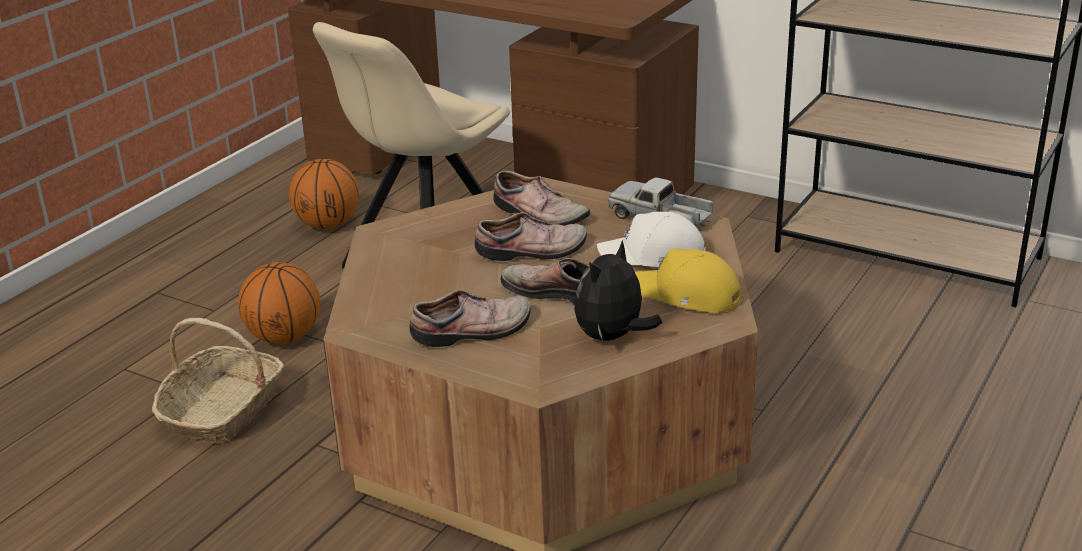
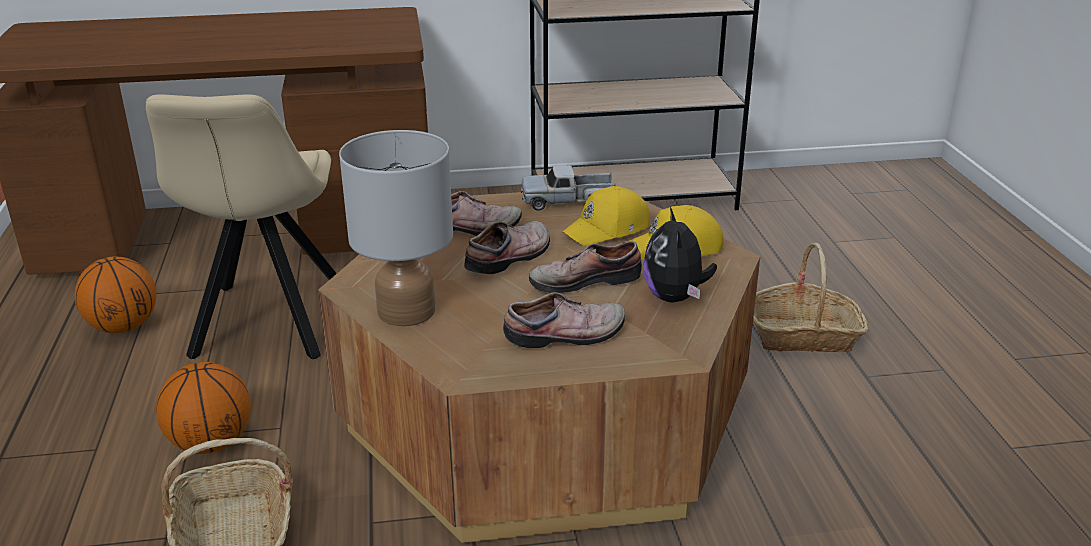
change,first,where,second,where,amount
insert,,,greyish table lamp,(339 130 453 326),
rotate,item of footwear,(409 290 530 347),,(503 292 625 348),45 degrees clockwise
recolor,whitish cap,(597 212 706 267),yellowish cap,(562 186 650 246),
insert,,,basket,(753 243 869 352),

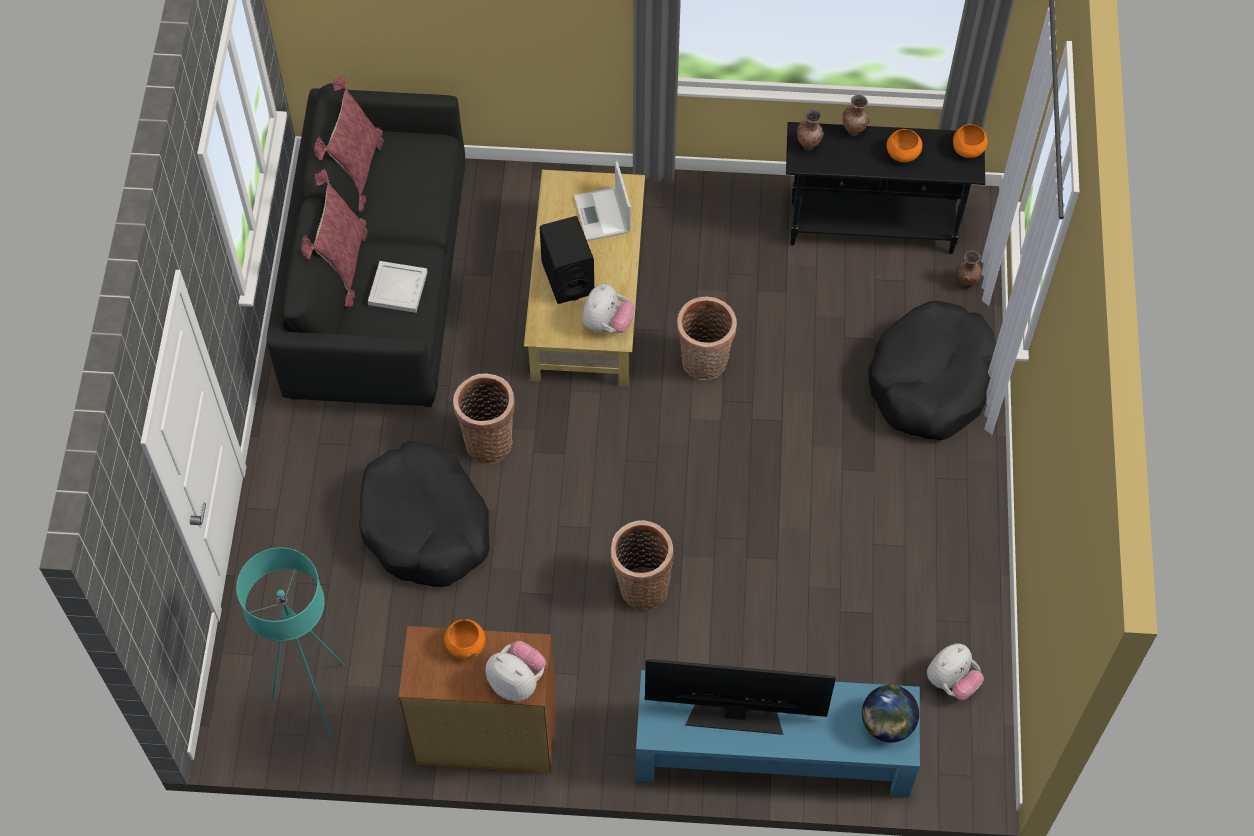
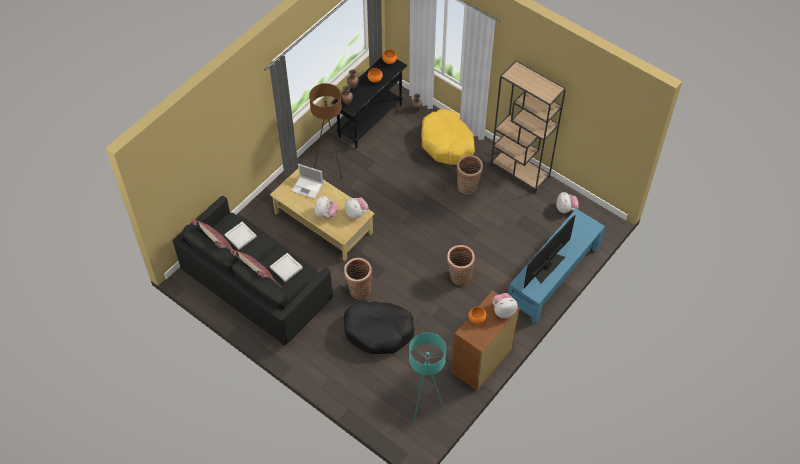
change,first,where,second,where,amount
insert,,,whitish serving tray,(224 222 257 250),
insert,,,brown-coloured floor lamp,(309 83 342 179),
replace,black loudspeaker,(540 216 594 304),soft toy,(314 196 338 218),
recolor,black dog cushion,(868 301 996 440),yellowish dog cushion,(421 109 475 165),
move,basket,(677 296 737 380),,(457 155 483 194),
insert,,,shelving unit,(490 60 566 193),
delete,globe,(862 685 919 742),,,

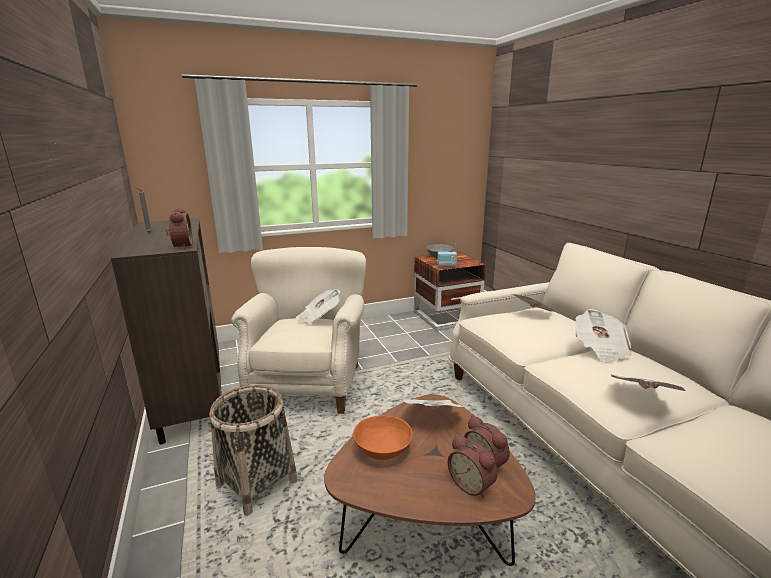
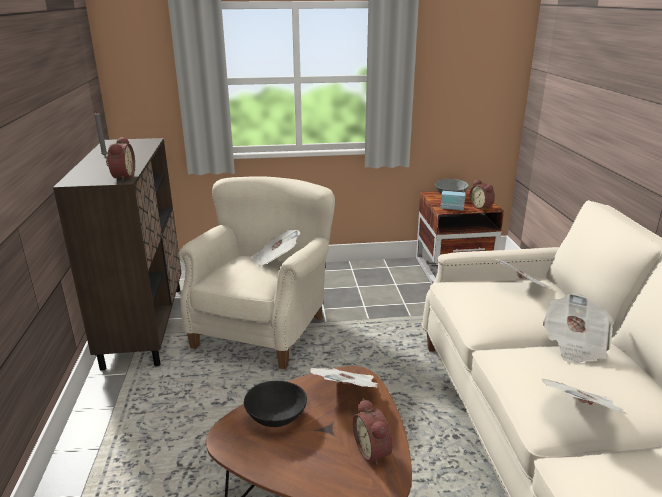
change,first,where,second,where,amount
recolor,orange-coloured bowl,(353 415 413 460),black bowl,(244 381 307 427),
move,alarm clock,(448 435 498 498),,(469 179 495 211),
delete,basket,(209 385 298 516),,,

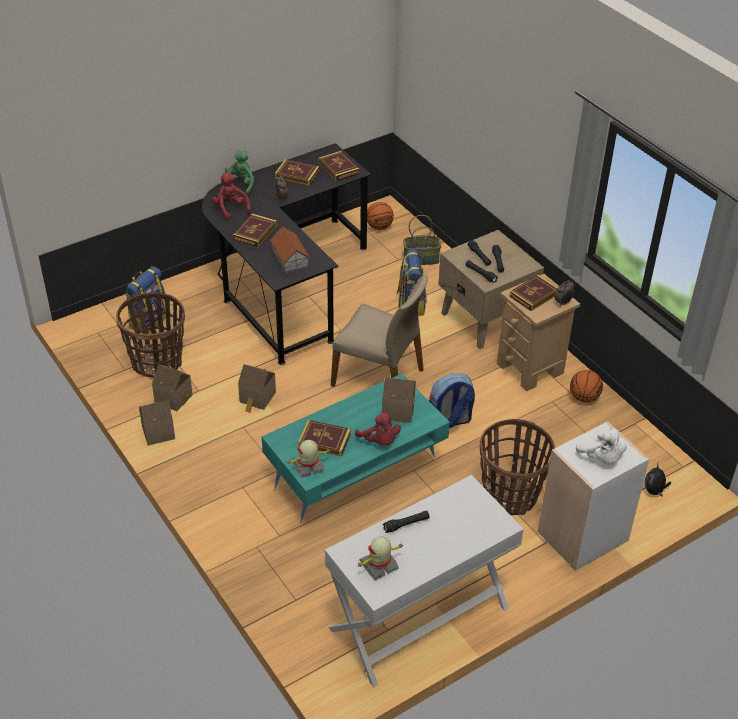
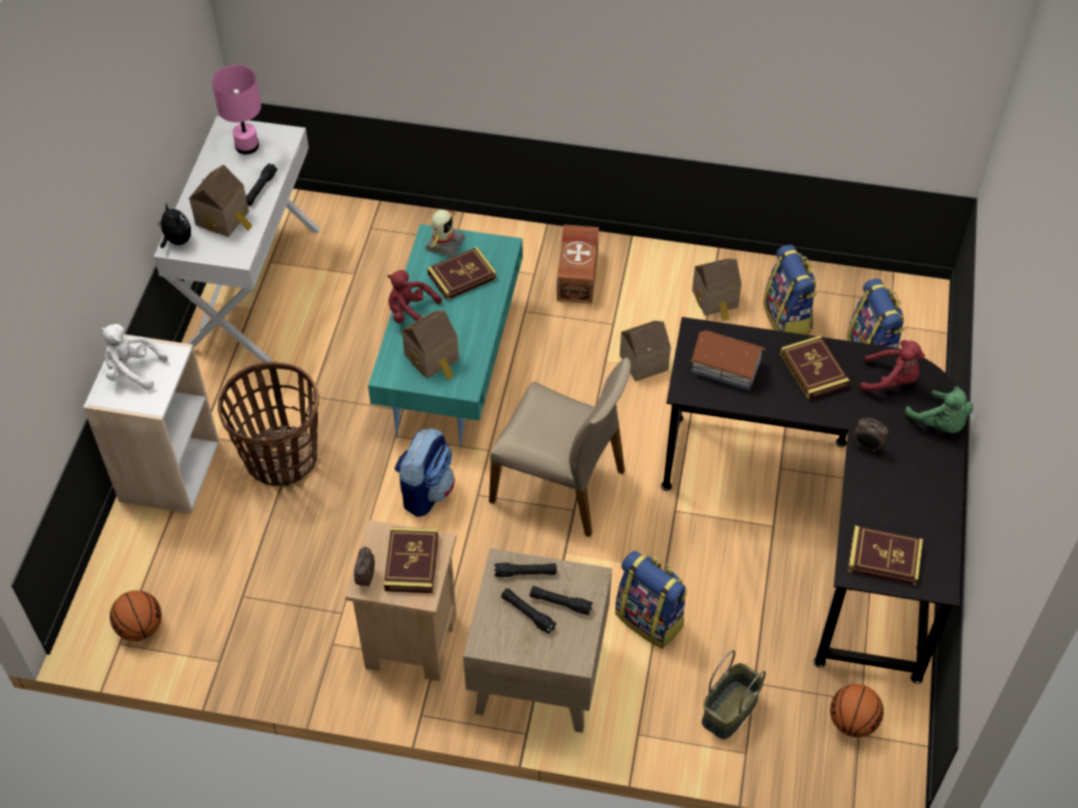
change,first,where,second,where,amount
move,basketball,(570 370 603 403),,(110 590 162 641),
move,soft toy,(644 463 672 497),,(158 203 191 248),
move,model house,(139 400 175 445),,(189 164 253 237),
replace,model robot,(356 536 405 580),pinkish table lamp,(212 65 261 154),
rotate,beige upright chair,(331 274 428 387),,(489 357 631 537),135 degrees counterclockwise
insert,,,brown-coloured storage bin,(557 225 599 304),
replace,basket,(116 292 185 378),backpack,(763 245 817 335),
delete,volume,(275 159 320 186),,,

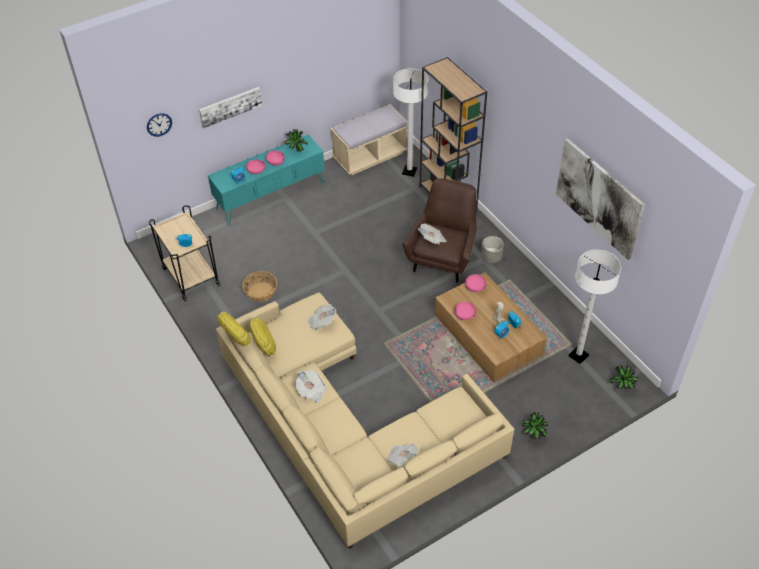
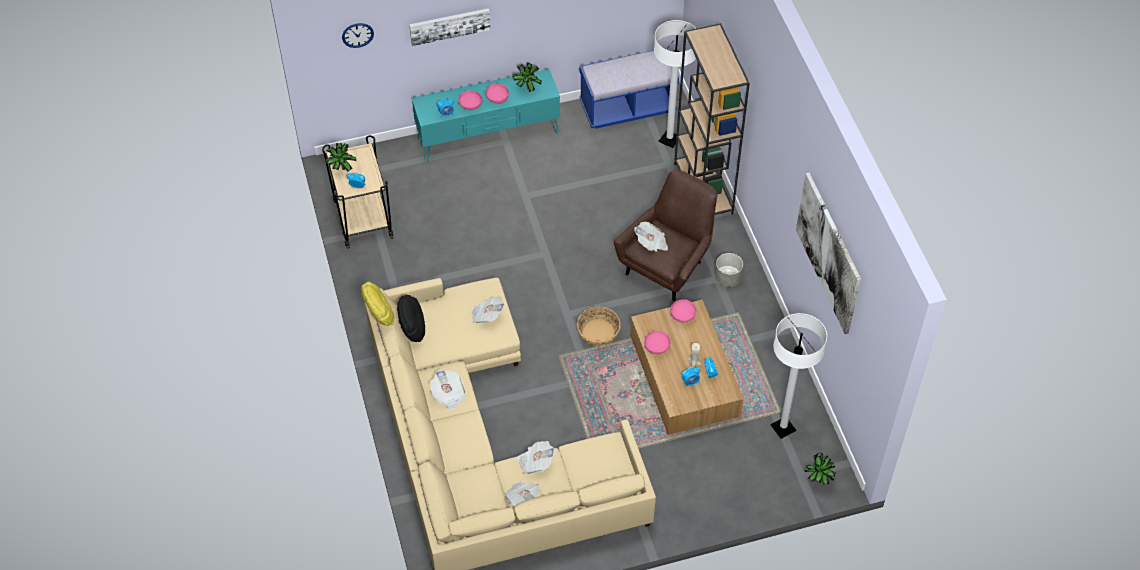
change,first,where,second,where,amount
move,plant in a pot,(522 412 548 439),,(325 143 356 172),
recolor,yellowish pillow,(249 317 276 356),black pillow,(397 295 425 342),
insert,,,daily paper,(517 441 555 474),
move,basket,(242 271 277 302),,(577 306 621 346),
recolor,beige indoor bench,(330 104 407 175),blue indoor bench,(579 48 679 129),

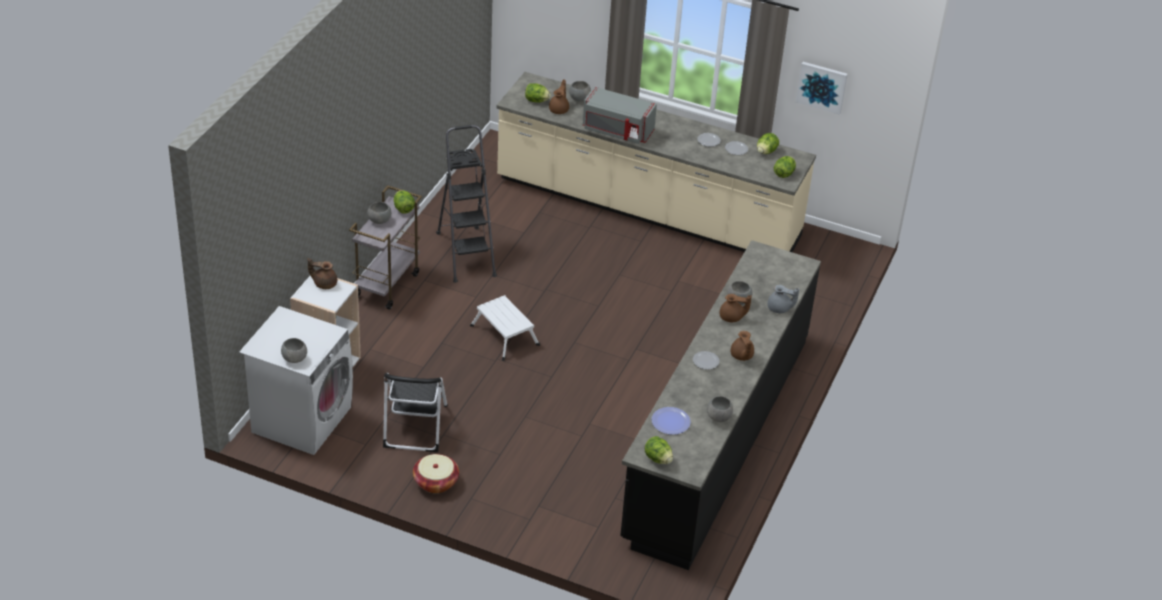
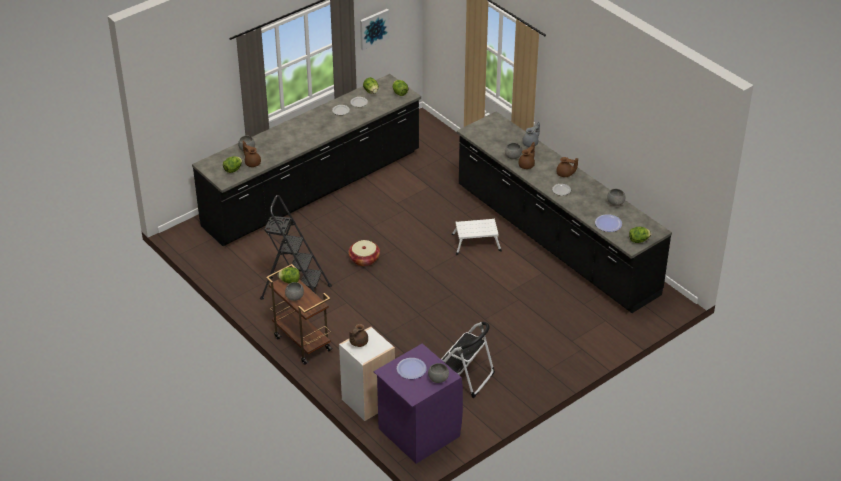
change,first,where,second,where,amount
recolor,beige counter,(497 72 816 252),black counter,(192 74 421 246),
recolor,greyish cart,(349 185 422 310),brown-coloured cart,(266 264 333 365),
move,basket,(413 454 459 493),,(348 240 380 266),
recolor,whitish laundry machine,(239 306 353 455),purple laundry machine,(373 343 463 464),
insert,,,dinner plate,(397 358 427 379),
move,whitish step stool,(470 295 540 361),,(451 218 502 255),
delete,greyish microwave oven,(583 87 657 144),,,

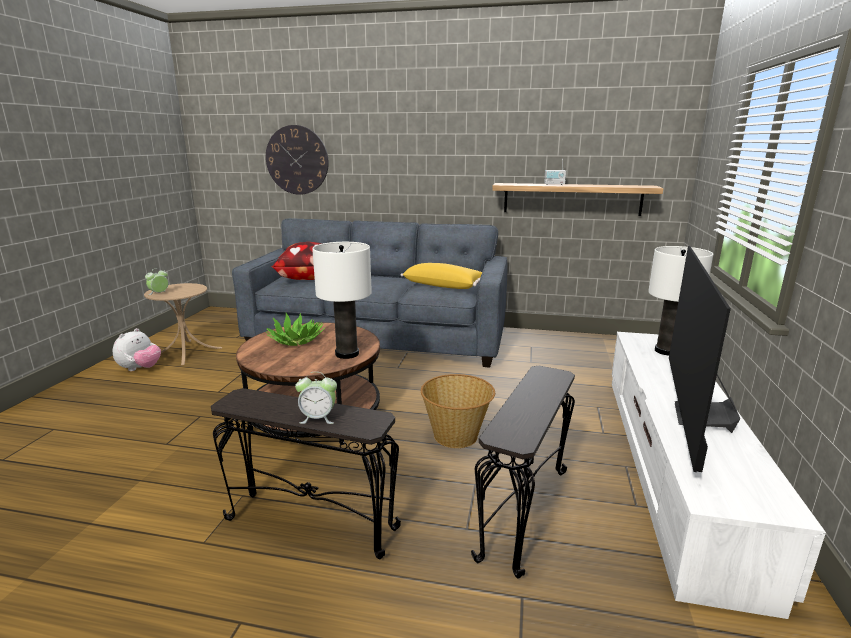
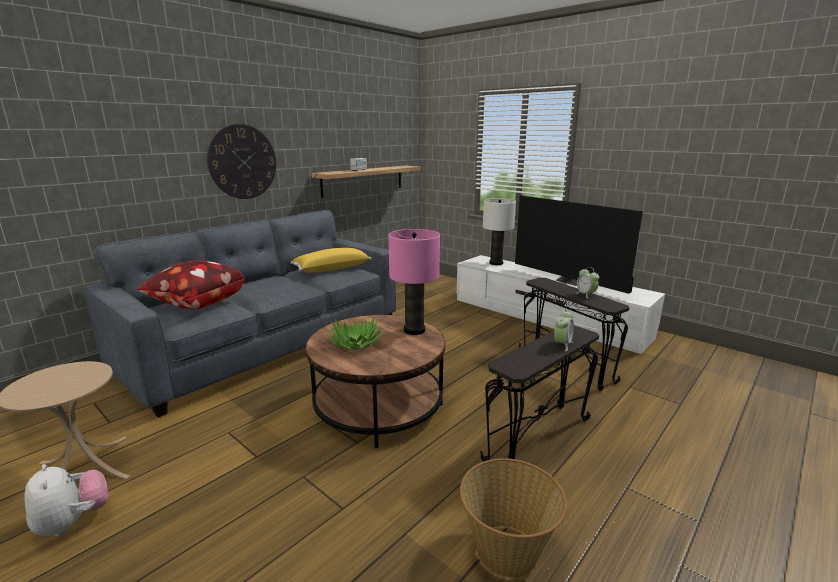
change,first,where,second,where,amount
move,wall clock,(266 125 329 195),,(207 124 276 199),
recolor,whitish table lamp,(312 242 372 359),pinkish table lamp,(388 229 440 335),
move,basket,(421 374 495 448),,(460 458 567 578),
move,alarm clock,(145 268 168 295),,(576 267 599 299),

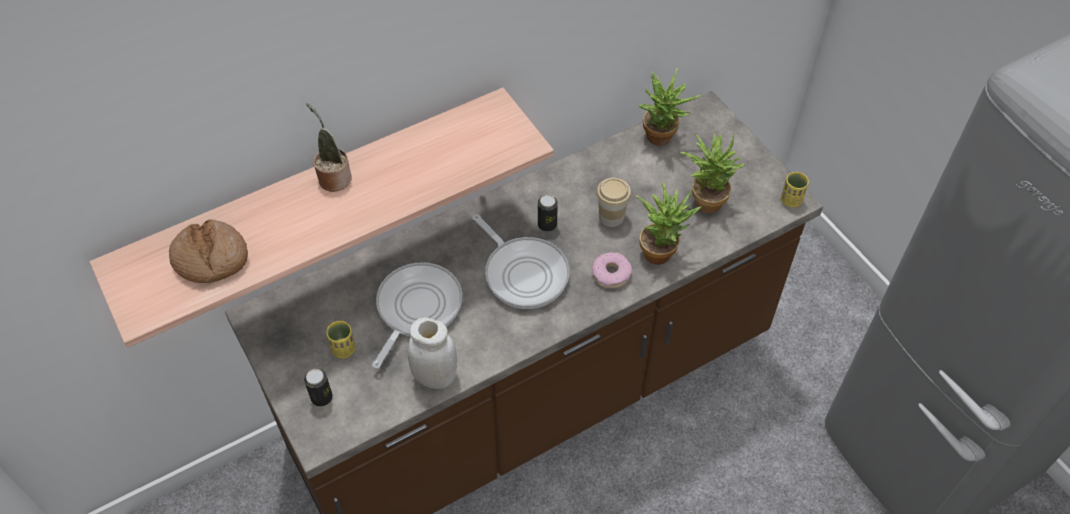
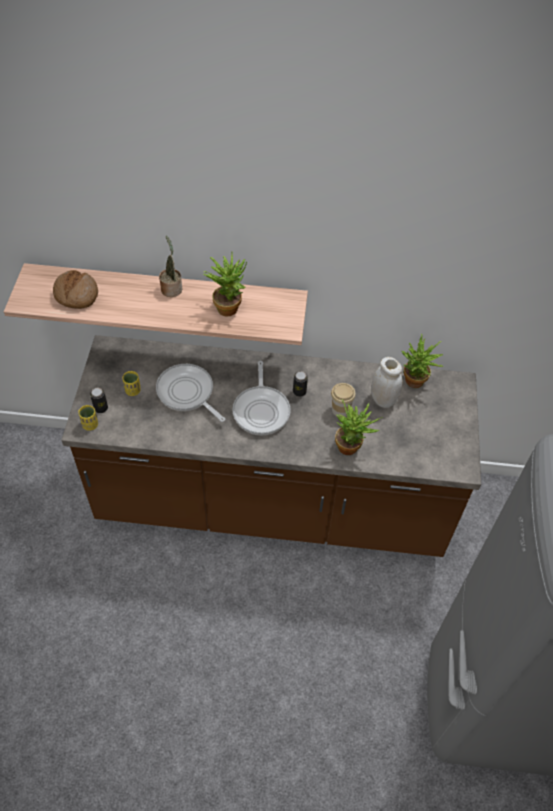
change,first,where,second,where,amount
move,yellowish drinking cup,(781 172 809 207),,(79 405 98 431),
rotate,skillet,(372 262 462 369),,(156 364 225 422),105 degrees counterclockwise
move,plant in a pot,(680 133 745 214),,(203 253 247 317),
move,whitish storage jar,(408 317 457 389),,(371 357 403 408),
delete,donut,(592 252 632 289),,,

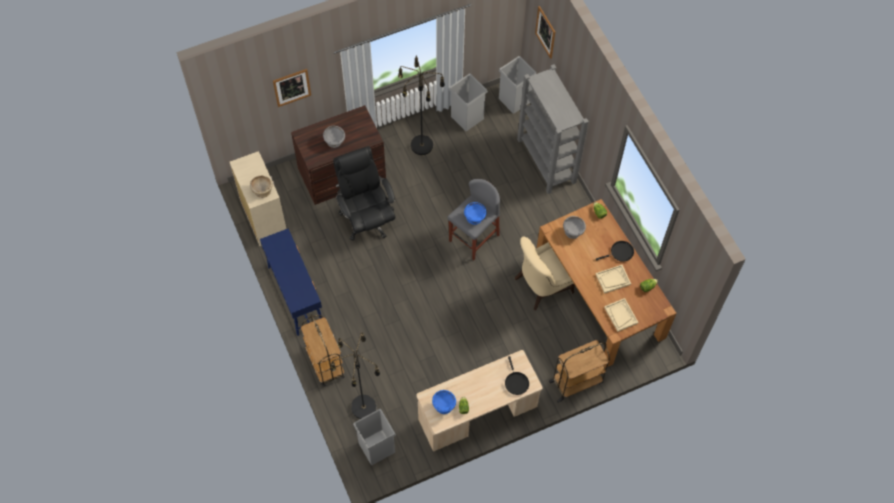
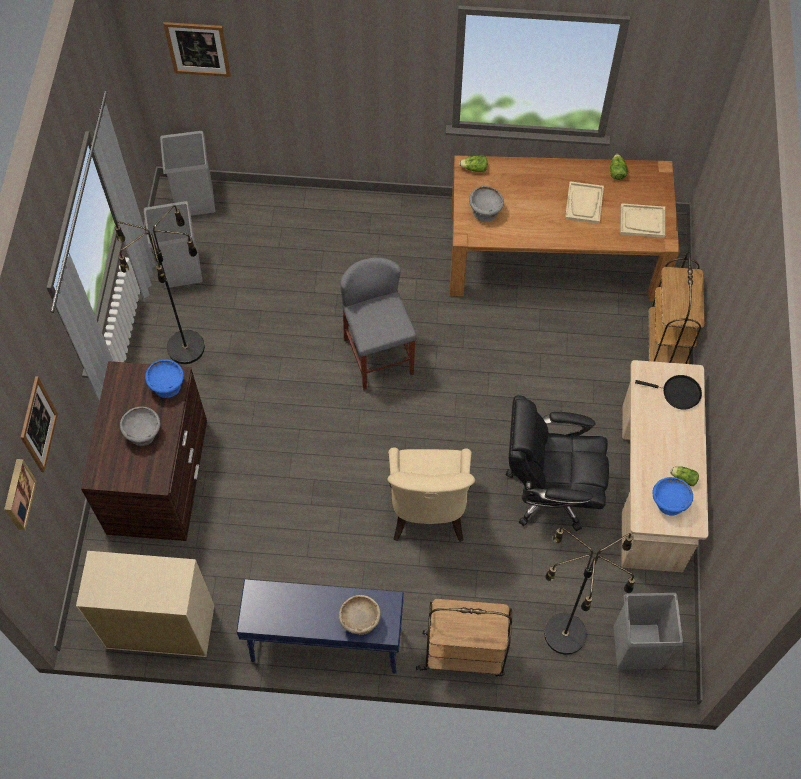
change,first,where,second,where,amount
insert,,,wall art,(4 459 37 530),
move,blue bowl,(464 202 487 225),,(145 359 184 398),
move,beige bowl,(250 176 273 198),,(339 595 381 635),
move,beige upright chair,(515 236 575 311),,(387 447 475 542),
move,black office chair,(333 146 395 241),,(506 395 609 531),
delete,greyish shelving unit,(517 64 589 194),,,
delete,black skillet,(596 241 634 262),,,

